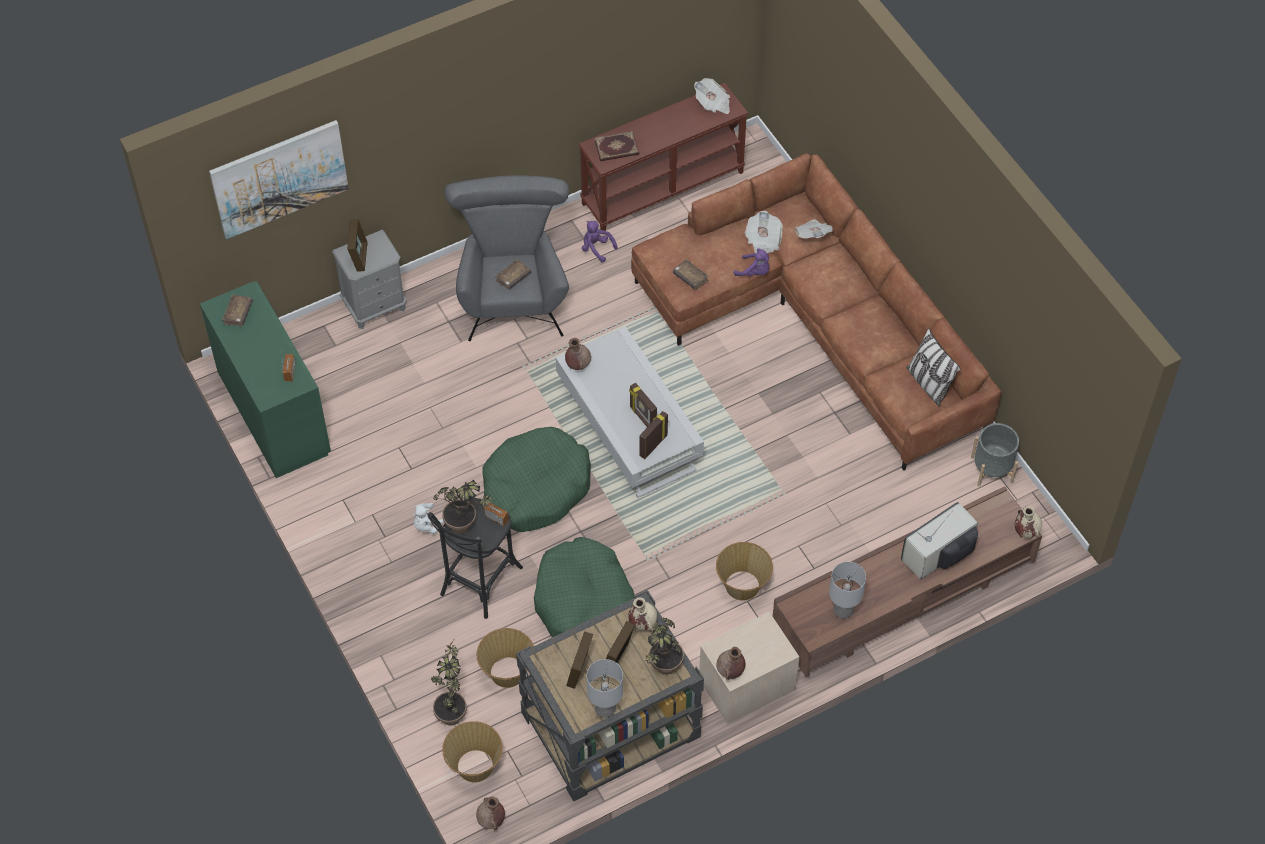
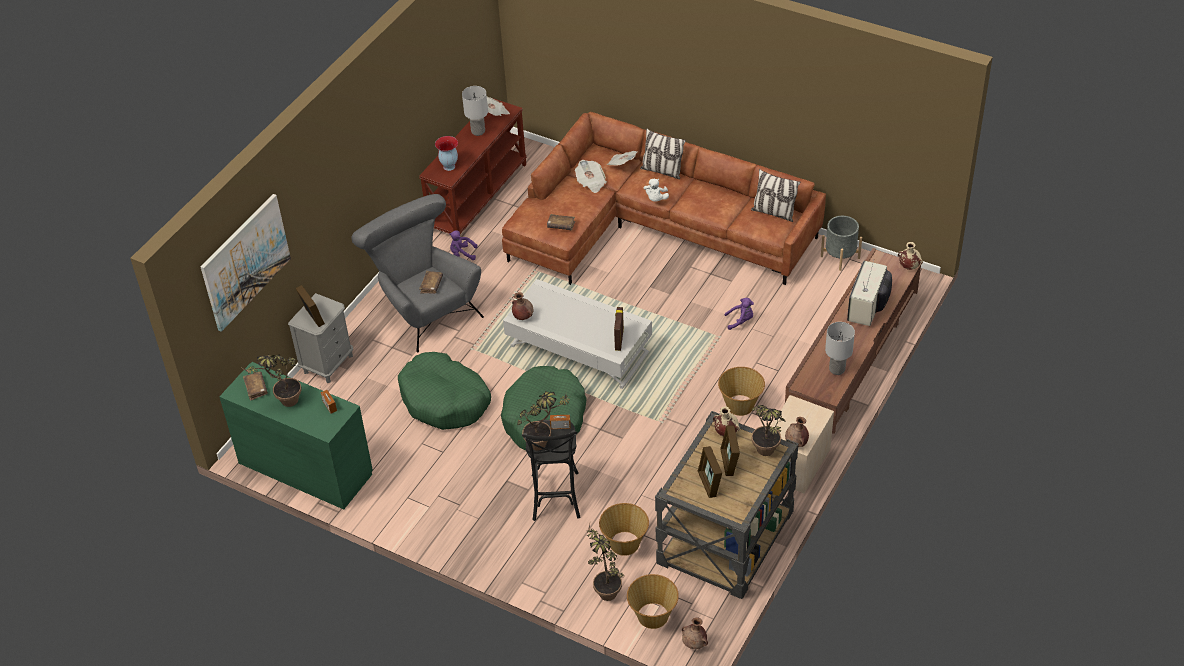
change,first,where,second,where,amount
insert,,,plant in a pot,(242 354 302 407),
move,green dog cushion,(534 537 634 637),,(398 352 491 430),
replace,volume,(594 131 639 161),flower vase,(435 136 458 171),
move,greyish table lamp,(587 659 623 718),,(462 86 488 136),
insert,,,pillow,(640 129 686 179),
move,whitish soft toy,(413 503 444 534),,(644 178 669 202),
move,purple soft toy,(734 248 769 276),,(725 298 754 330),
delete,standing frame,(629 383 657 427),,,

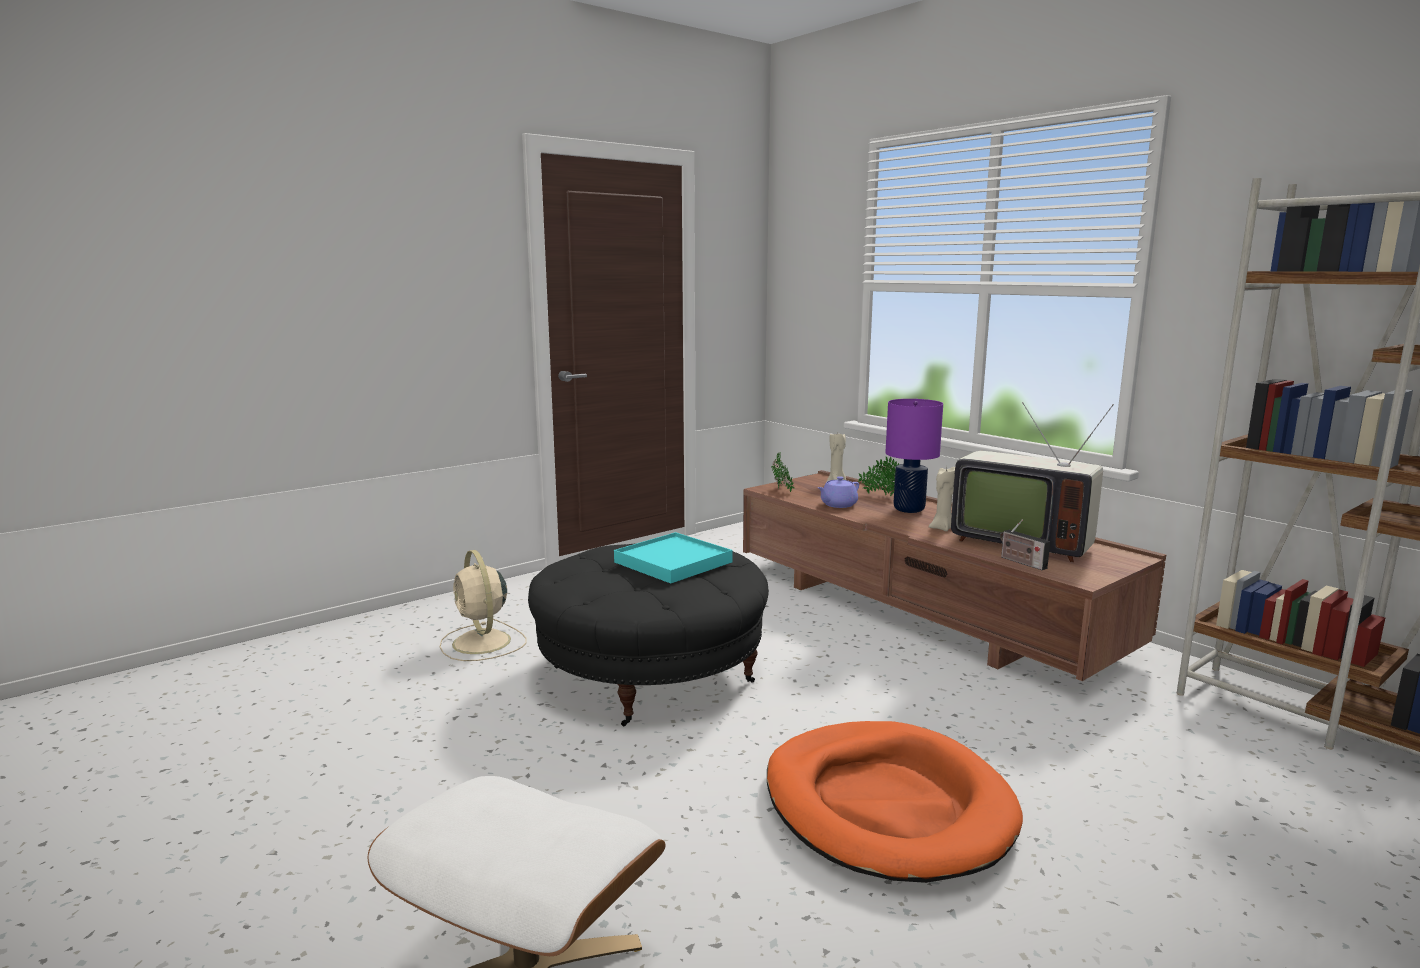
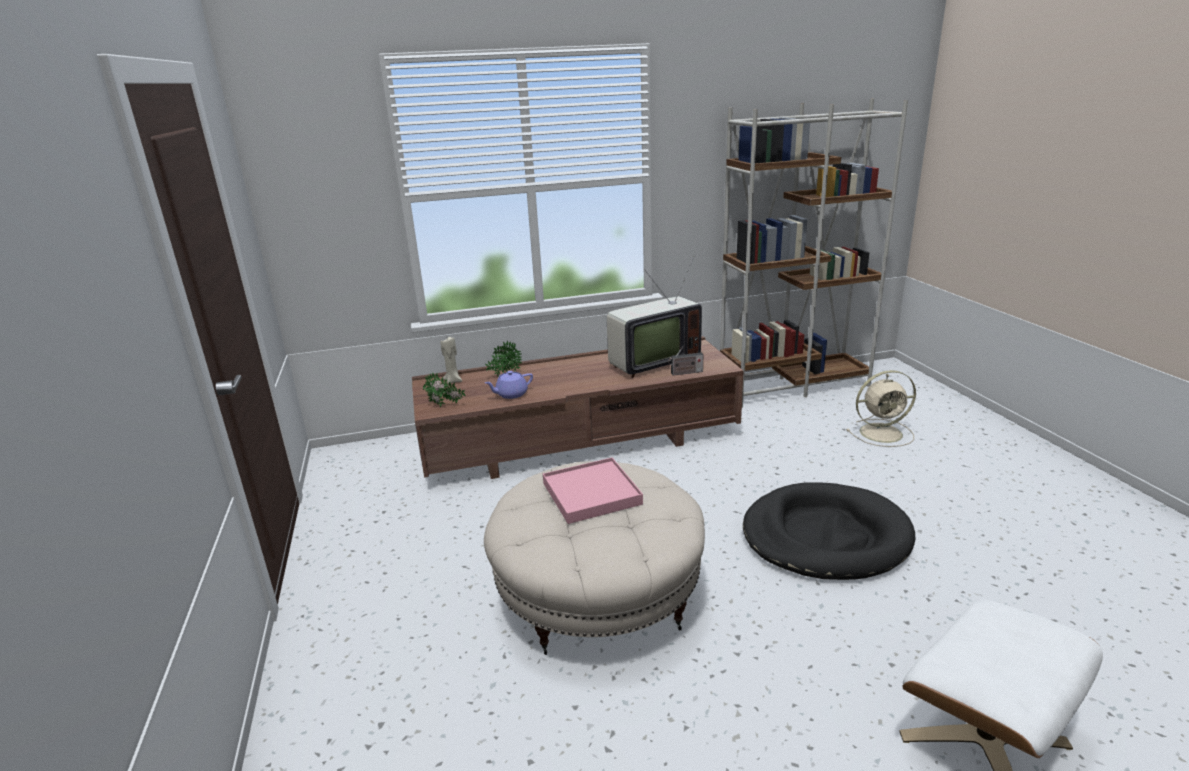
change,first,where,second,where,amount
recolor,black footrest,(528 543 769 726),beige footrest,(484 461 705 655),
rotate,purple teapot,(818 476 859 508),,(485 371 533 399),75 degrees clockwise
recolor,turquoise-coloured serving tray,(614 532 733 583),pinkish serving tray,(543 457 643 524),
recolor,orange-coloured dog cushion,(767 721 1023 883),black dog cushion,(743 483 915 580),
move,beige cooling fan,(440 550 527 661),,(846 370 916 447),
delete,purple table lamp,(885 399 943 513),,,
delete,beige candle,(928 467 955 531),,,

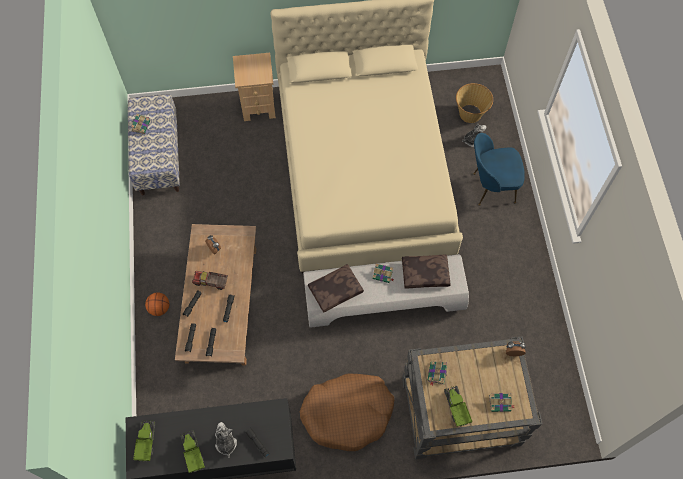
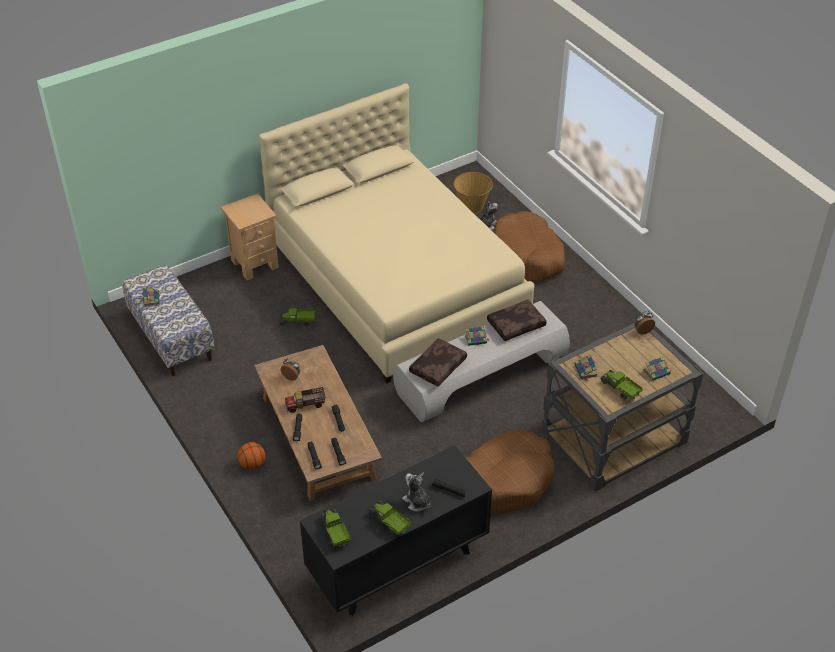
change,first,where,second,where,amount
insert,,,toy lorry,(279 308 315 326),
replace,blue upright chair,(473 133 525 206),brown-coloured dog cushion,(494 211 565 282),

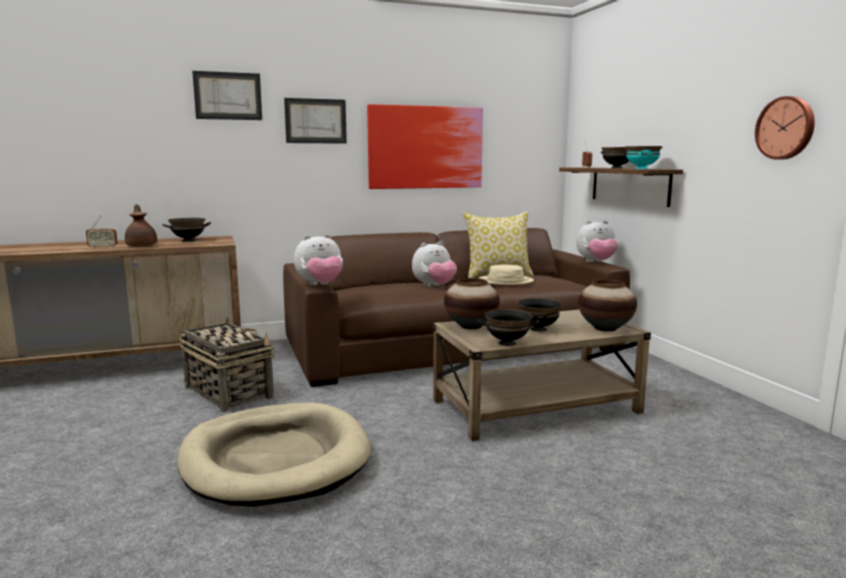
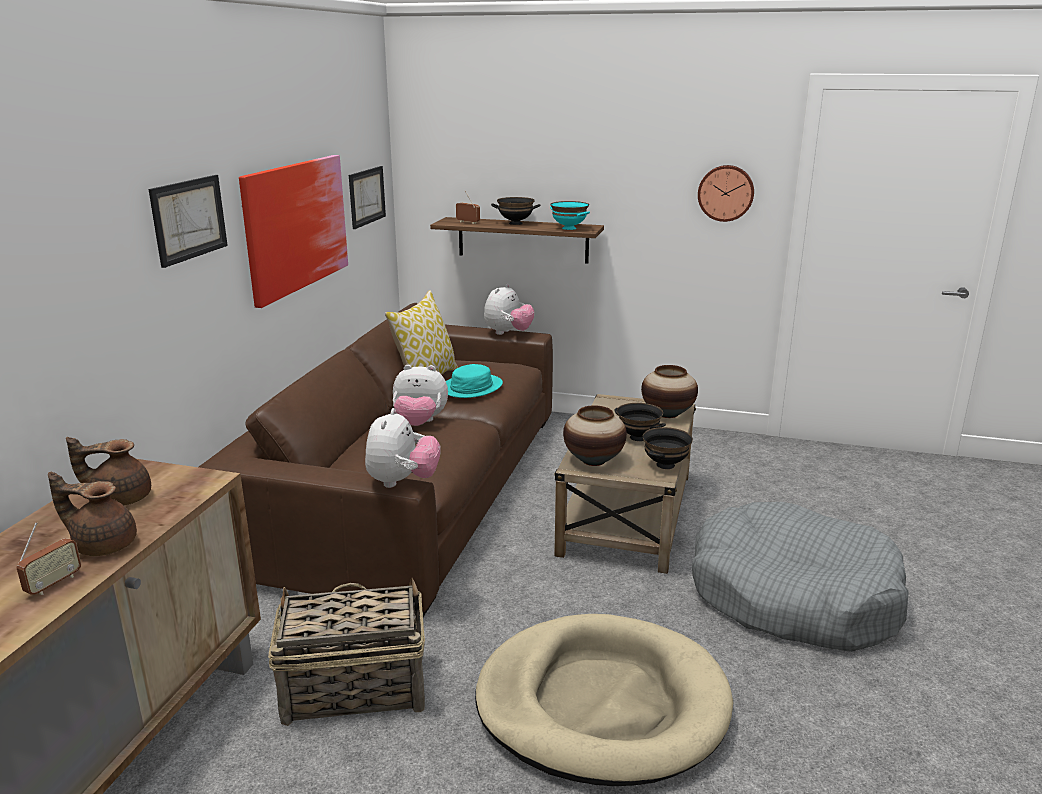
change,first,where,second,where,amount
replace,black bowl,(163 218 211 242),brown-coloured teapot,(66 437 151 505),
move,wall art,(192 71 262 120),,(349 166 386 229),
rotate,soft toy,(412 241 457 286),,(393 365 448 426),90 degrees clockwise
recolor,beige hat,(479 265 534 285),turquoise-coloured hat,(446 364 503 398),
insert,,,greyish dog cushion,(692 502 909 652),

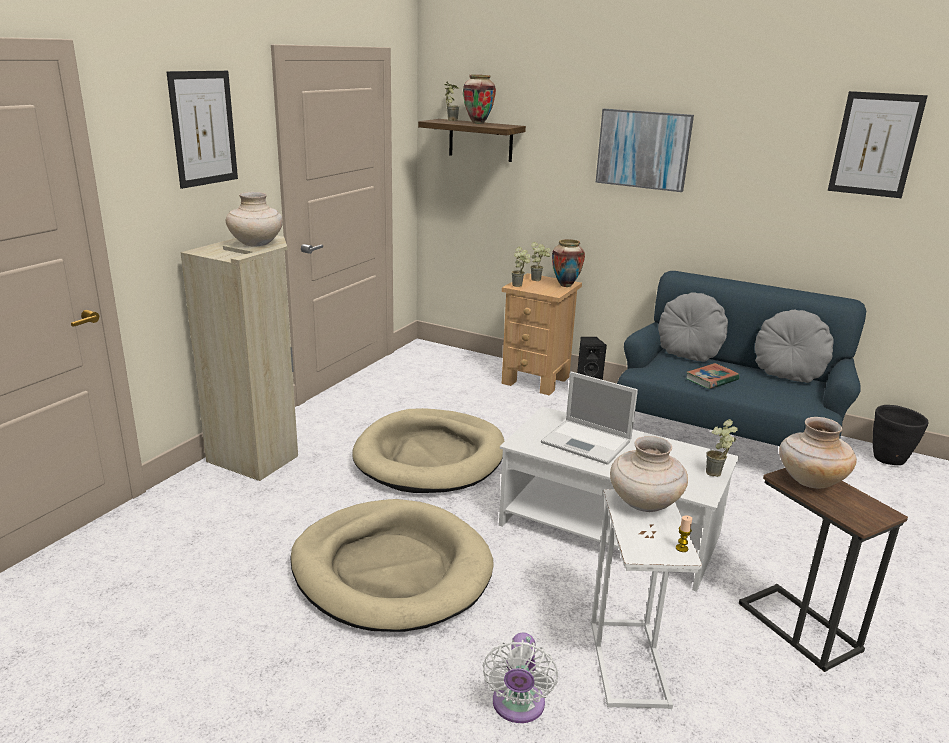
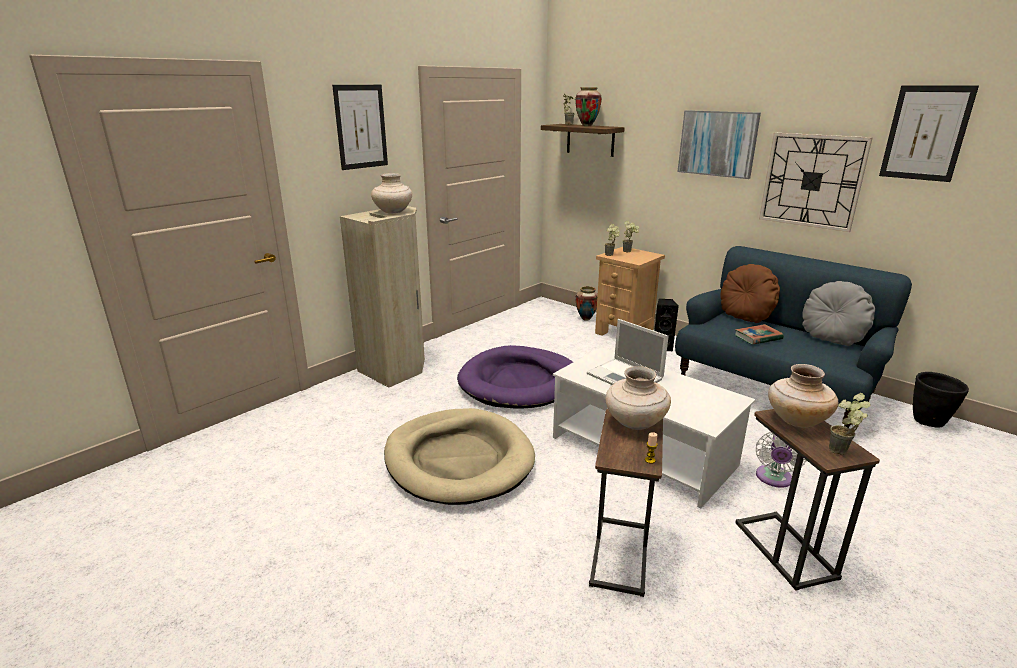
change,first,where,second,where,amount
recolor,beige dog cushion,(352 408 504 493),purple dog cushion,(457 345 573 409),
move,flower vase,(552 239 585 287),,(575 286 598 321),
recolor,whitish accent table,(590 489 702 709),brown-coloured accent table,(589 409 663 597),
recolor,greyish pillow,(658 292 728 362),brown-coloured pillow,(720 264 780 323),
move,whitish cooling fan,(483 633 558 723),,(756 431 807 488),
insert,,,wall clock,(759 133 873 232),
move,plant in a pot,(706 419 738 477),,(829 393 870 455),

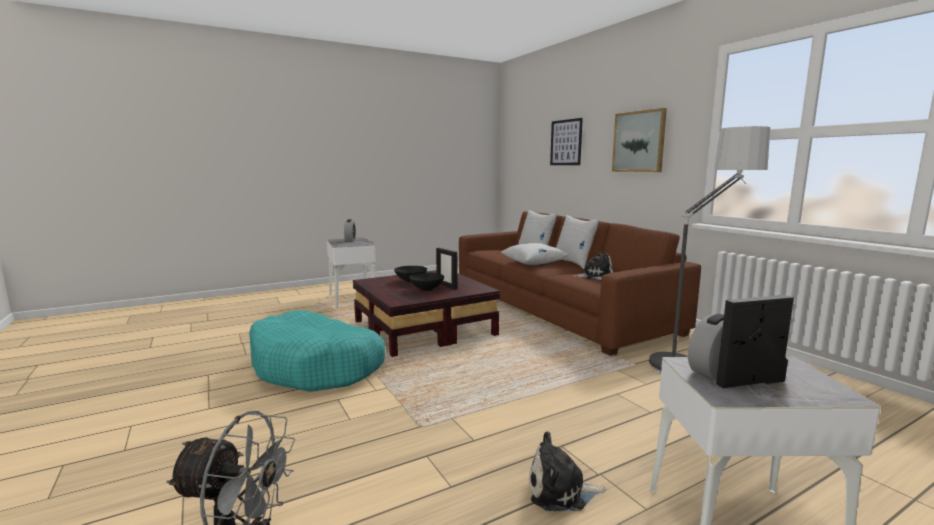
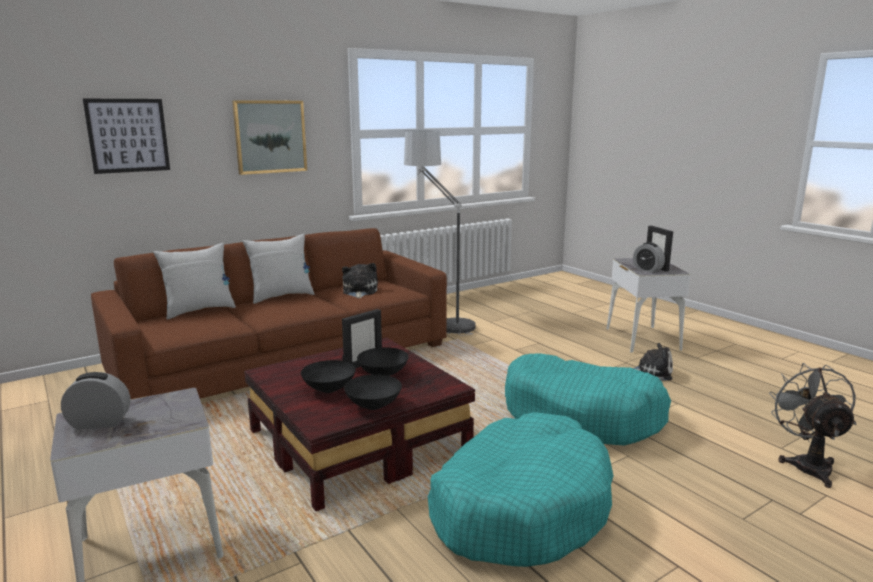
change,first,where,second,where,amount
insert,,,black bowl,(344 374 402 410),
insert,,,turquoise-coloured dog cushion,(505 354 671 446),
rotate,soft toy,(530 431 606 511),,(633 343 673 381),75 degrees counterclockwise
delete,greyish pillow,(501 243 570 265),,,

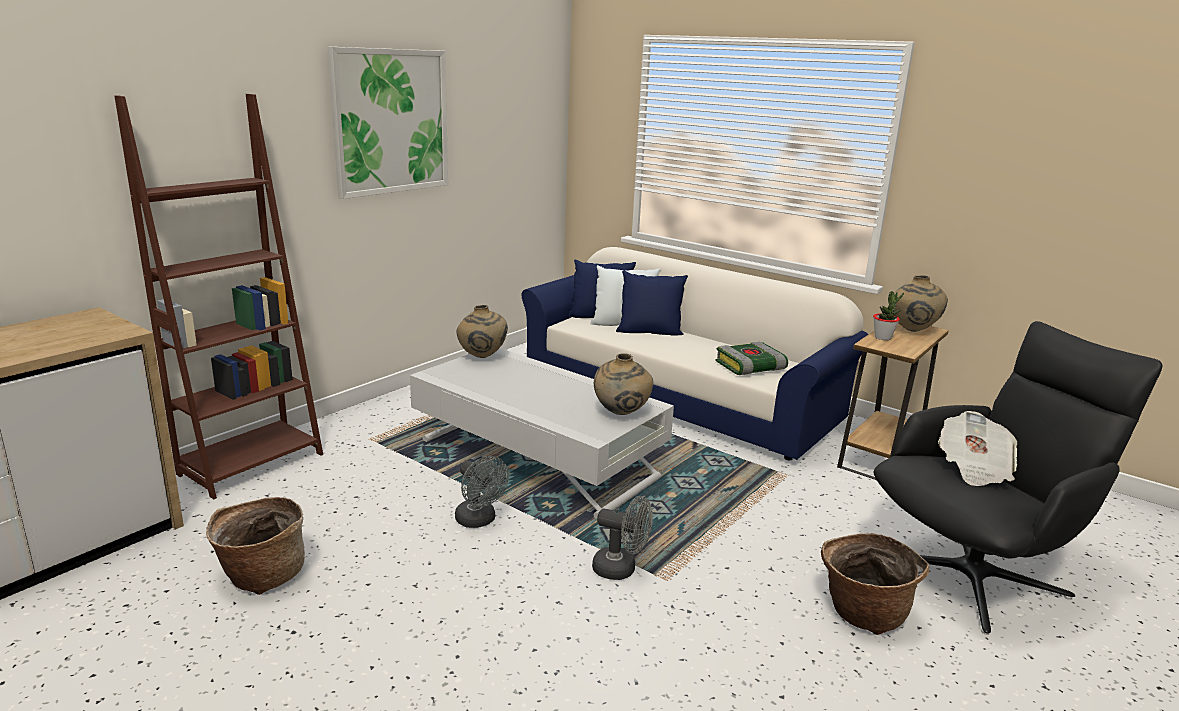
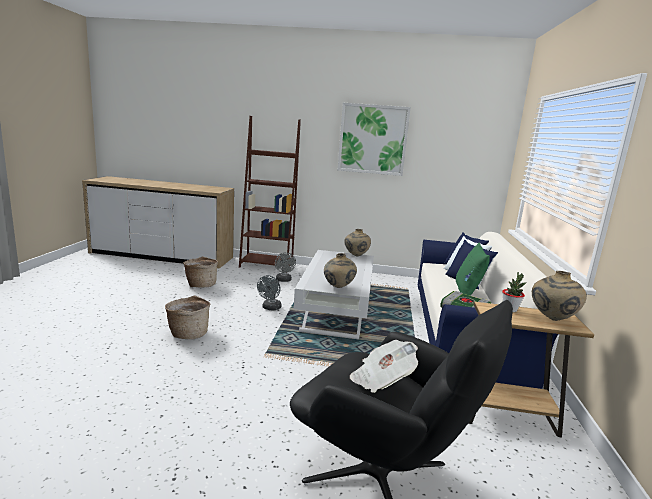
change,first,where,second,where,amount
move,basket,(821 533 929 635),,(165 296 210 339),
move,greyish cooling fan,(592 496 653 580),,(275 252 296 282),
insert,,,green pillow,(456 243 490 296),

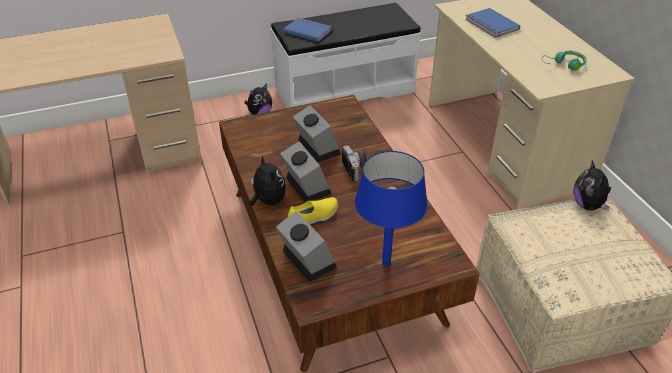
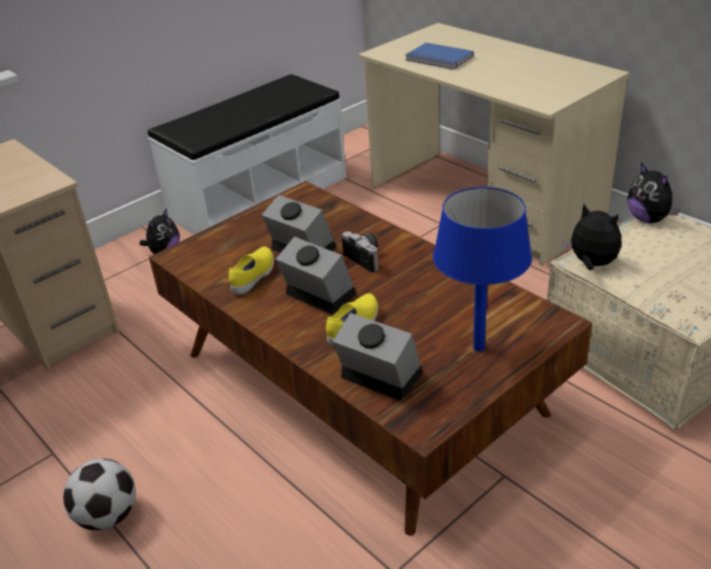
change,first,where,second,where,amount
insert,,,ball for football,(63 459 136 530),
insert,,,yellowish item of footwear,(229 247 274 295),
move,soft toy,(249 156 286 206),,(562 204 622 270),
delete,blue volume,(283 18 332 42),,,
delete,turquoise-coloured pair of headphones,(542 50 587 71),,,

